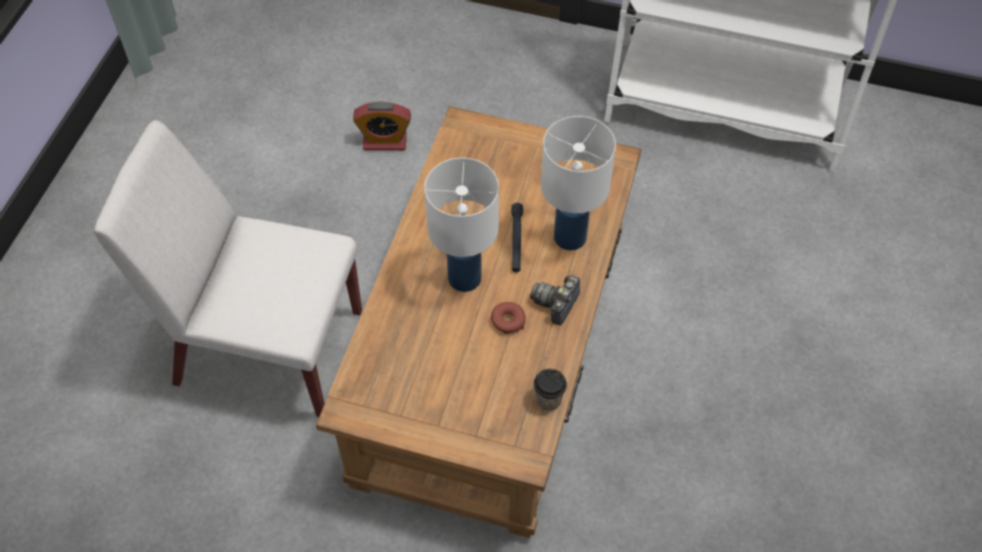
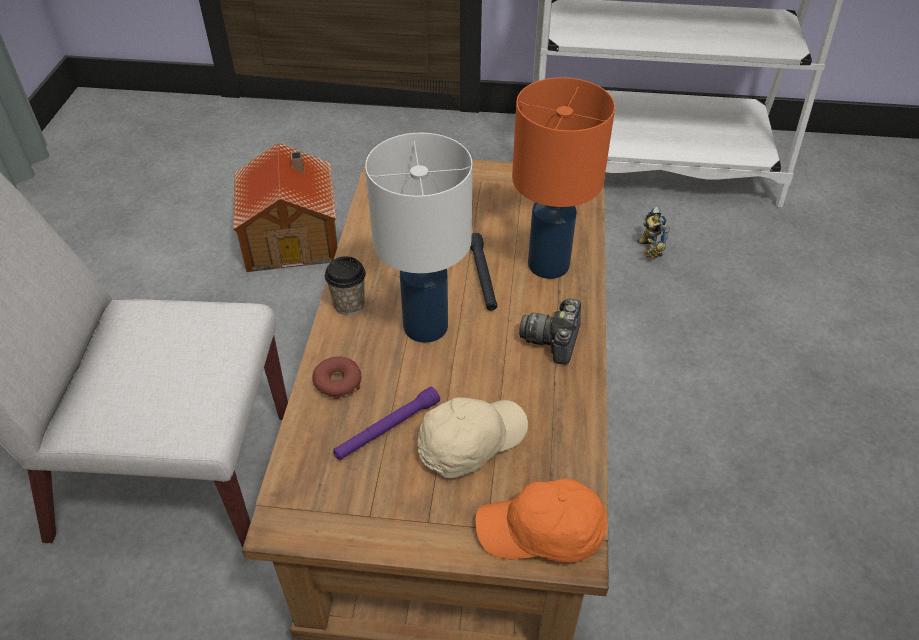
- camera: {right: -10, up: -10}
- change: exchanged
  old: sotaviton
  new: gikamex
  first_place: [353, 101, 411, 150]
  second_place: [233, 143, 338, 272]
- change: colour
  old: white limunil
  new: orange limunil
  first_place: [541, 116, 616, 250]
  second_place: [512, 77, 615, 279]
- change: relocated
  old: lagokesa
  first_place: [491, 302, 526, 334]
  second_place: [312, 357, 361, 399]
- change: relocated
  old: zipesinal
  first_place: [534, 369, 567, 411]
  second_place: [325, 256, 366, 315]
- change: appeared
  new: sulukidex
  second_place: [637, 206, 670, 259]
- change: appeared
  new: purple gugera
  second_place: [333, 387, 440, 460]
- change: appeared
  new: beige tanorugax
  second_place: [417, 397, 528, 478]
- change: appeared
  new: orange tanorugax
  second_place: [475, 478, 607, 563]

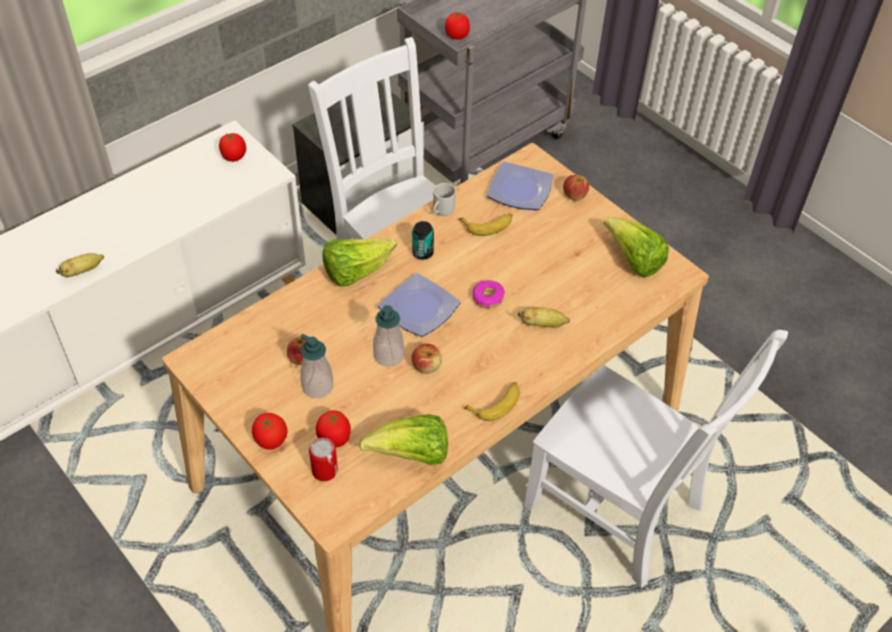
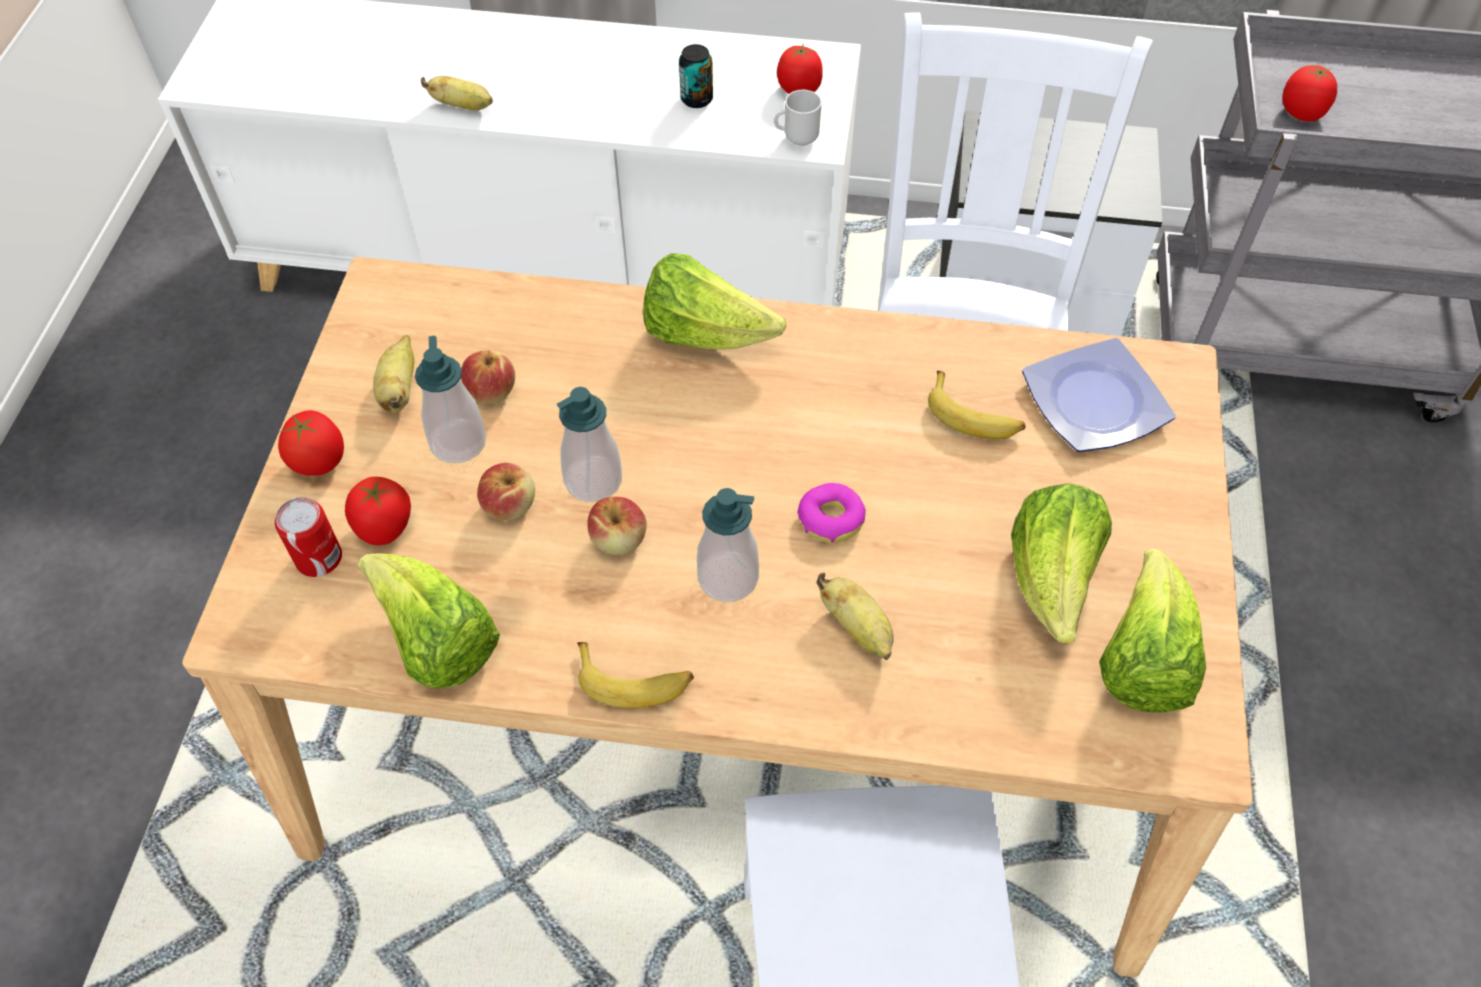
- camera: {right: 50, up: 5}
- change: relocated
  old: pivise
  first_place: [563, 175, 589, 201]
  second_place: [477, 463, 535, 521]
- change: relocated
  old: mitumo
  first_place: [433, 183, 456, 216]
  second_place: [774, 90, 822, 146]
- change: relocated
  old: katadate
  first_place: [412, 221, 434, 260]
  second_place: [679, 44, 713, 108]
- change: missing
  old: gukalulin
  first_place: [378, 273, 461, 337]
- change: appeared
  new: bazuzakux
  second_place: [373, 335, 414, 413]
- change: appeared
  new: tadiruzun
  second_place: [1011, 483, 1112, 643]
- change: appeared
  new: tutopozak
  second_place: [697, 488, 759, 602]

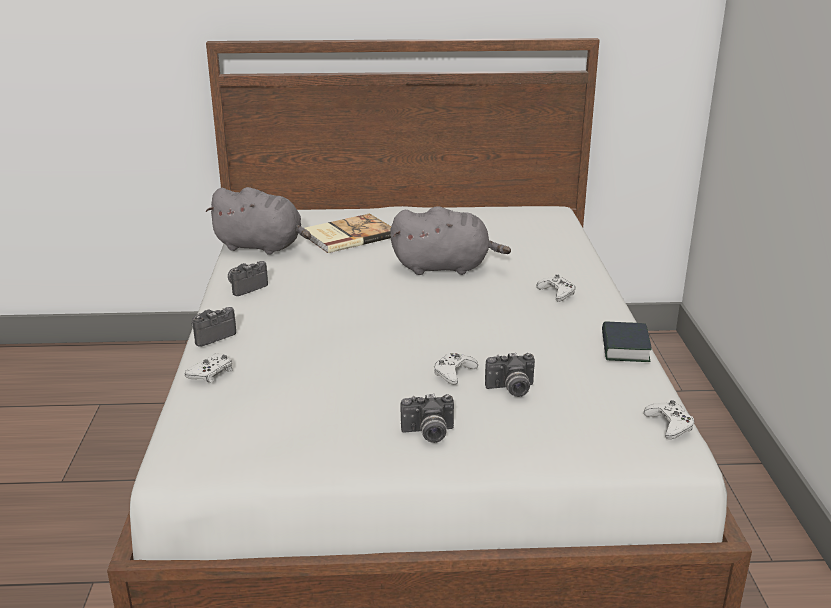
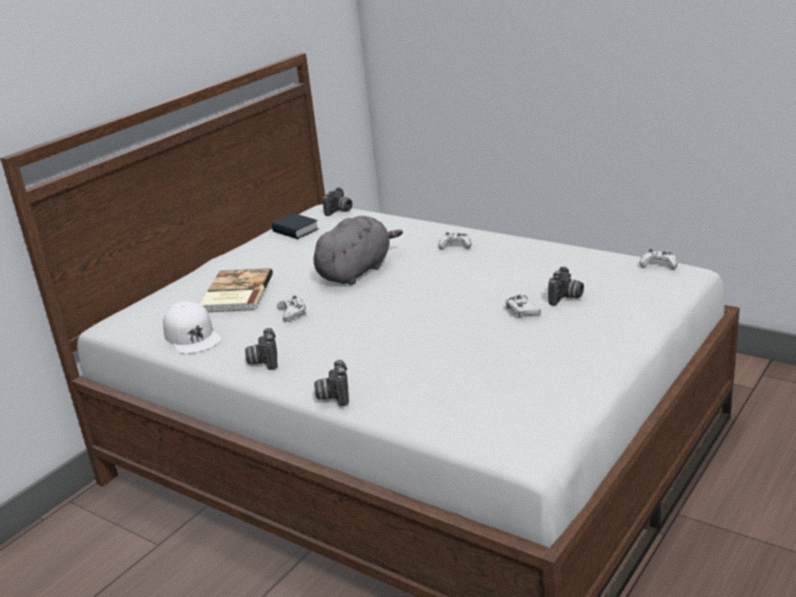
- camera: {right: -50, up: 0}
- change: exchanged
  old: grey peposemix
  new: white tanorugax
  first_place: [206, 187, 311, 255]
  second_place: [163, 301, 221, 354]
- change: relocated
  old: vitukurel
  first_place: [602, 321, 652, 362]
  second_place: [271, 213, 319, 239]
- change: relocated
  old: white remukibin
  first_place: [185, 353, 232, 382]
  second_place: [277, 295, 307, 322]
- change: relocated
  old: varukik
  first_place: [400, 394, 454, 443]
  second_place: [323, 187, 353, 216]

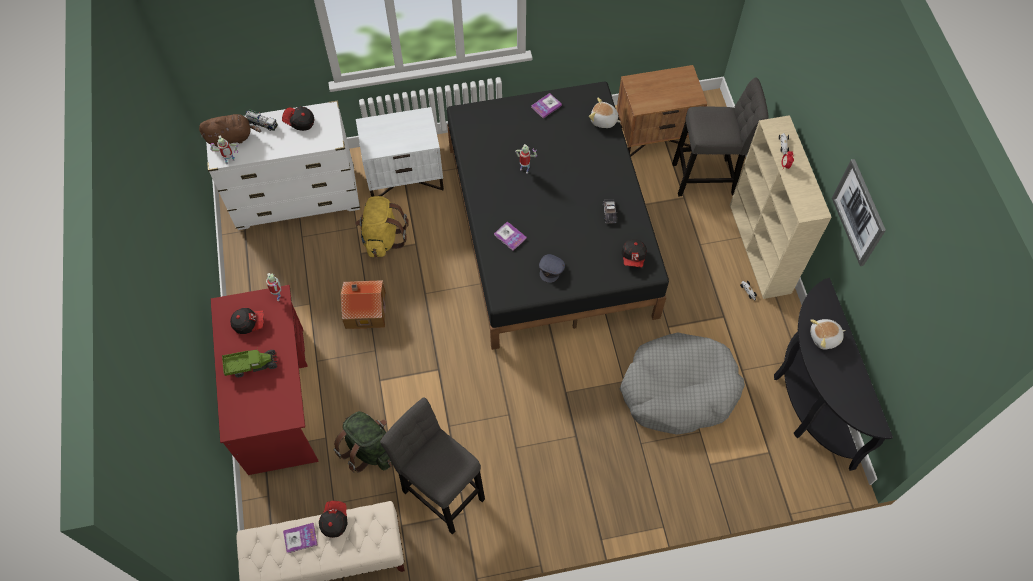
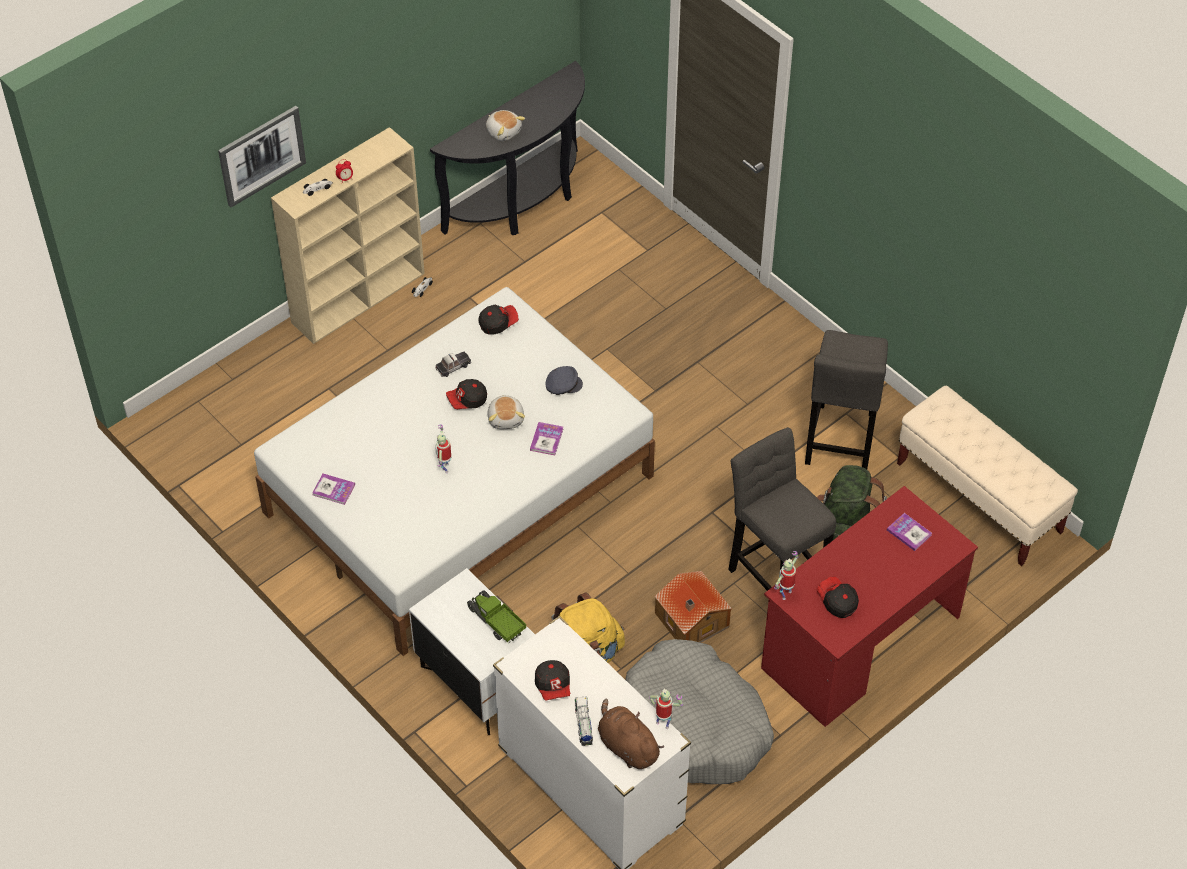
- camera: {right: -120, up: -10}
- change: missing
  old: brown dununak
  first_place: [617, 65, 707, 156]
- change: relocated
  old: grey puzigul
  first_place: [672, 78, 769, 196]
  second_place: [728, 427, 836, 591]
- change: colour
  old: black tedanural
  new: white tedanural
  first_place: [447, 81, 669, 350]
  second_place: [254, 287, 655, 656]
- change: relocated
  old: peposemix
  first_place: [589, 98, 621, 128]
  second_place: [488, 395, 525, 429]
- change: relocated
  old: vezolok
  first_place: [832, 159, 886, 266]
  second_place: [218, 106, 306, 208]
- change: relocated
  old: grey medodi
  first_place: [620, 332, 745, 435]
  second_place: [625, 639, 774, 784]
- change: relocated
  old: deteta
  first_place: [222, 350, 277, 377]
  second_place: [467, 590, 526, 643]
- change: relocated
  old: tanorugax
  first_place: [319, 501, 348, 538]
  second_place: [446, 379, 487, 409]
- change: relocated
  old: vitukurel
  first_place: [283, 523, 317, 553]
  second_place: [887, 513, 932, 551]

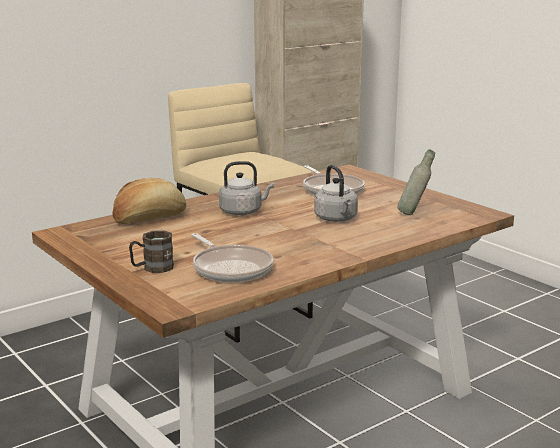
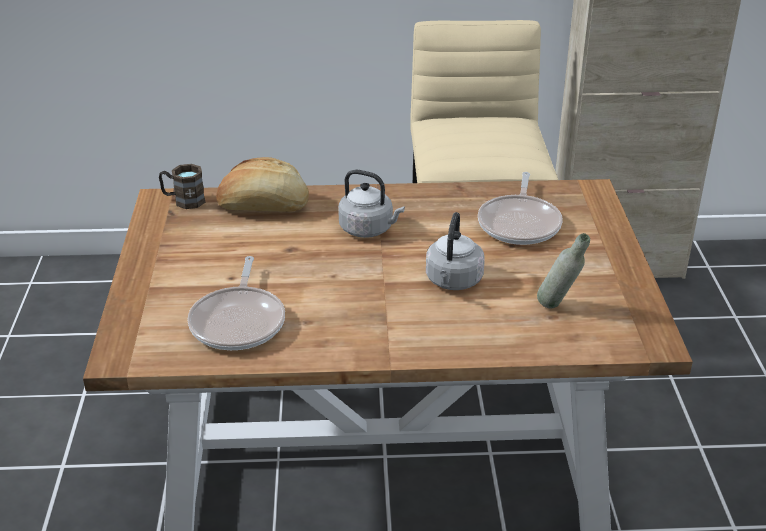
- camera: {right: 35, up: 15}
- change: relocated
  old: brown mitumo
  first_place: [129, 230, 174, 273]
  second_place: [159, 164, 206, 209]

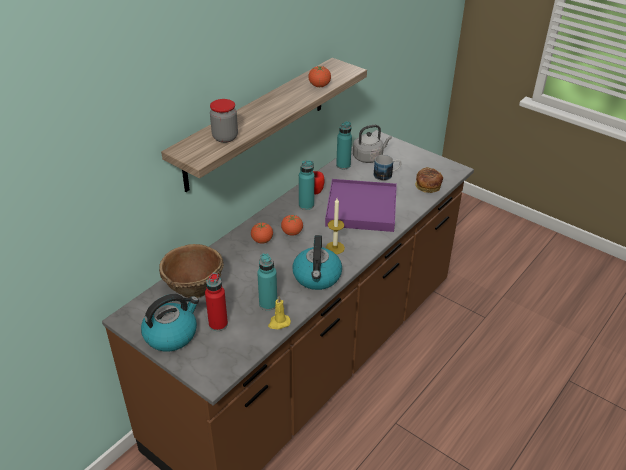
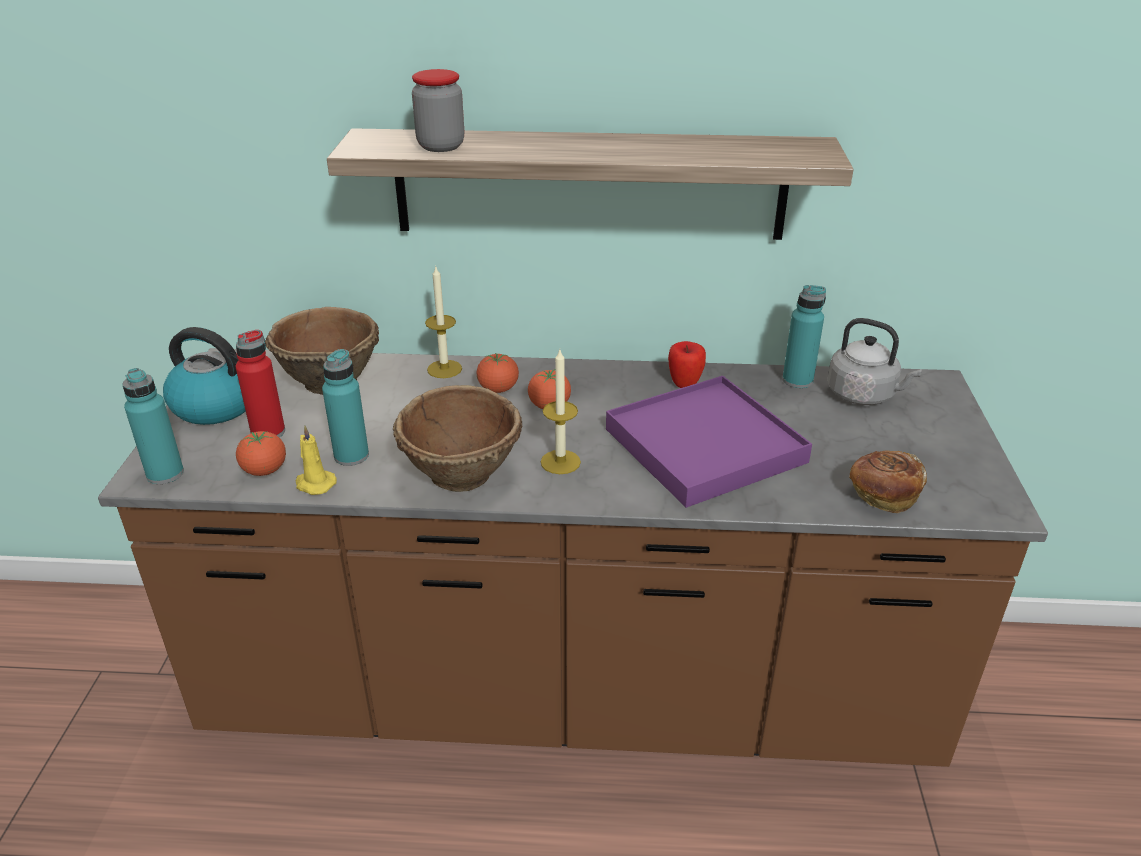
- camera: {right: 55, up: -5}
- change: relocated
  old: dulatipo
  first_place: [308, 66, 331, 87]
  second_place: [236, 431, 286, 476]
- change: missing
  old: mitumo
  first_place: [374, 155, 402, 181]
- change: relocated
  old: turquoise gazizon
  first_place: [299, 160, 315, 210]
  second_place: [122, 368, 184, 484]
- change: exchanged
  old: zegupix
  new: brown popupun
  first_place: [292, 235, 342, 290]
  second_place: [393, 385, 522, 492]
- change: appeared
  new: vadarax
  second_place: [425, 265, 462, 378]

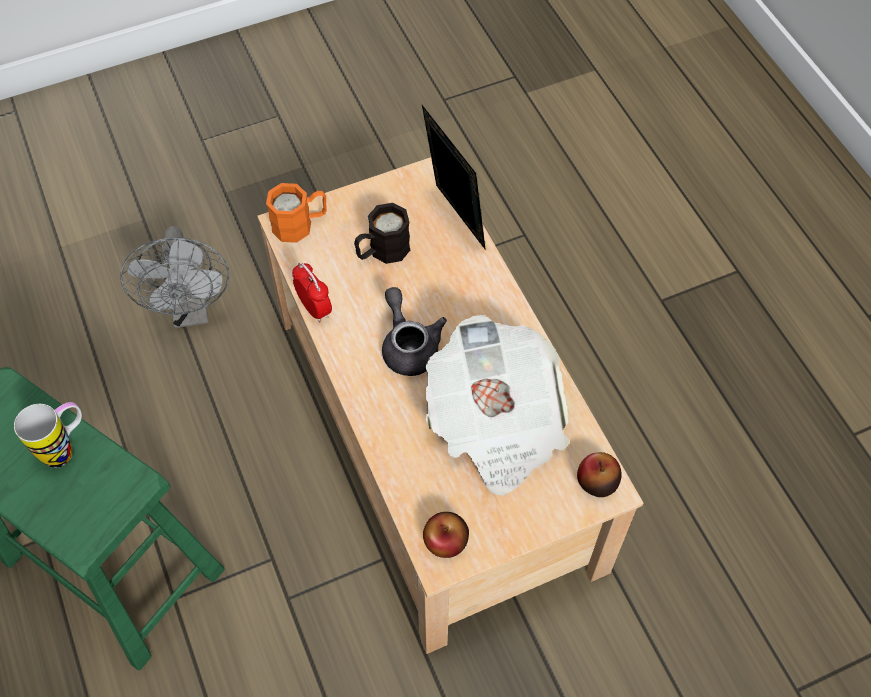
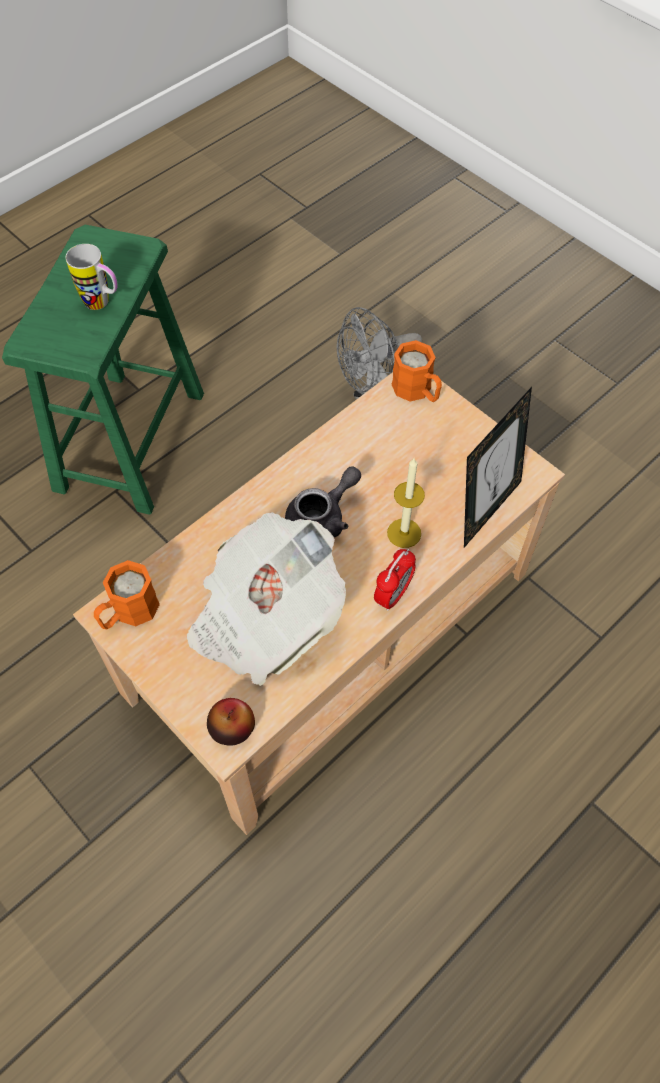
- camera: {right: 70, up: 0}
- change: missing
  old: black mitumo
  first_place: [354, 203, 410, 264]
- change: relocated
  old: sotaviton
  first_place: [292, 263, 332, 322]
  second_place: [374, 549, 416, 611]
- change: exchanged
  old: pivise
  new: orange mitumo
  first_place: [423, 512, 469, 558]
  second_place: [94, 560, 160, 629]
- change: appeared
  new: vadarax
  second_place: [387, 458, 425, 548]

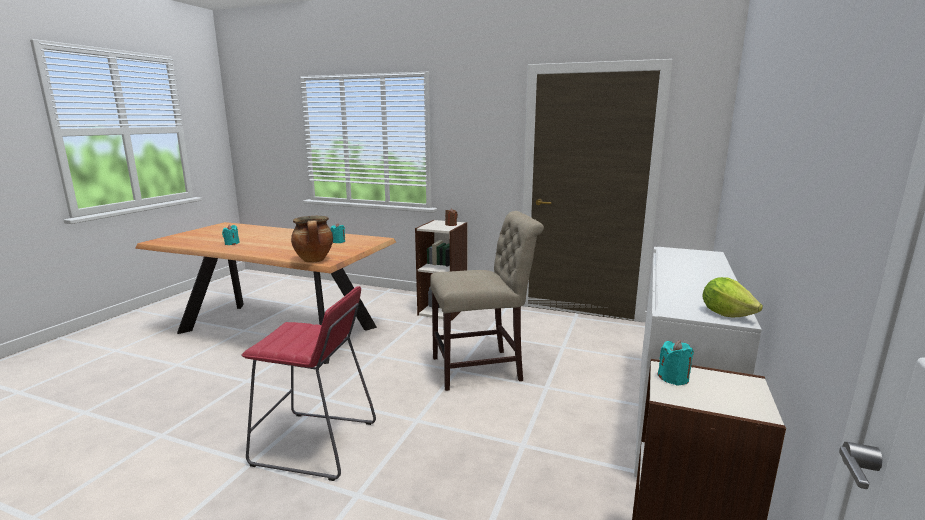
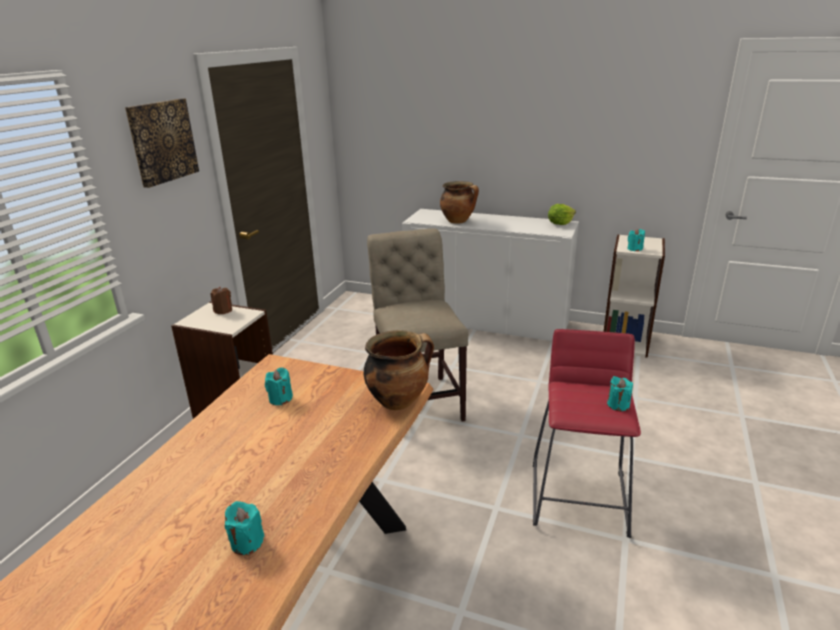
- camera: {right: -90, up: 10}
- change: appeared
  new: vezolok
  second_place: [125, 98, 199, 188]
- change: appeared
  new: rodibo
  second_place: [440, 181, 479, 224]
- change: appeared
  new: turquoise vadarax
  second_place: [607, 376, 633, 411]

